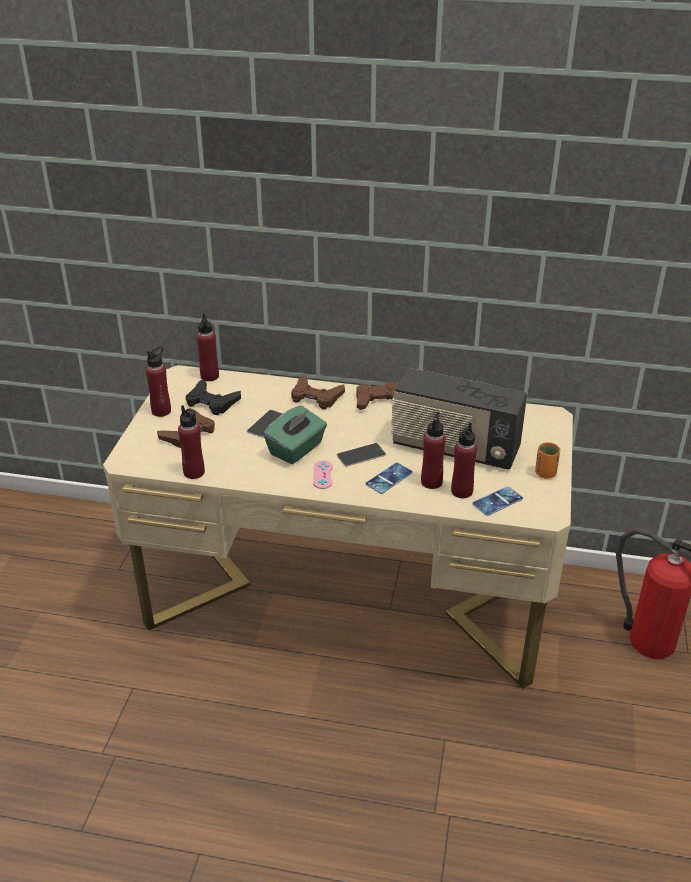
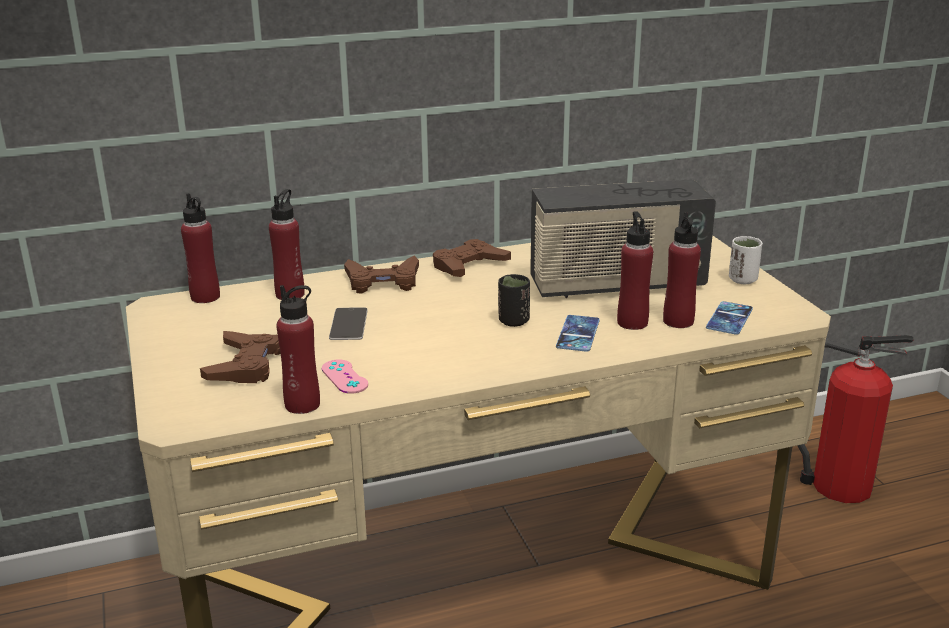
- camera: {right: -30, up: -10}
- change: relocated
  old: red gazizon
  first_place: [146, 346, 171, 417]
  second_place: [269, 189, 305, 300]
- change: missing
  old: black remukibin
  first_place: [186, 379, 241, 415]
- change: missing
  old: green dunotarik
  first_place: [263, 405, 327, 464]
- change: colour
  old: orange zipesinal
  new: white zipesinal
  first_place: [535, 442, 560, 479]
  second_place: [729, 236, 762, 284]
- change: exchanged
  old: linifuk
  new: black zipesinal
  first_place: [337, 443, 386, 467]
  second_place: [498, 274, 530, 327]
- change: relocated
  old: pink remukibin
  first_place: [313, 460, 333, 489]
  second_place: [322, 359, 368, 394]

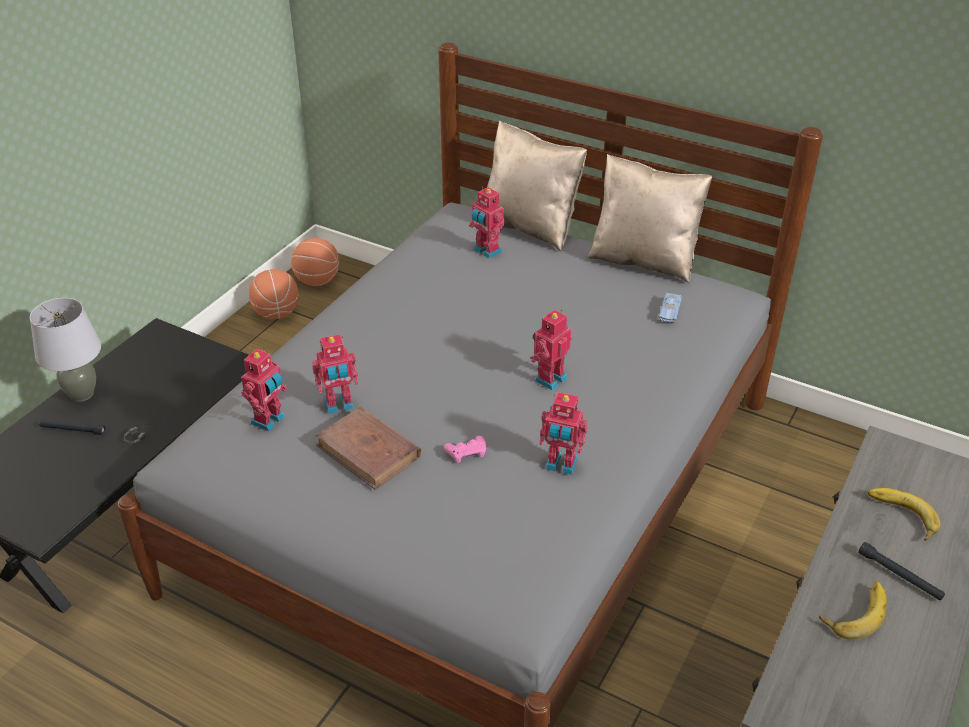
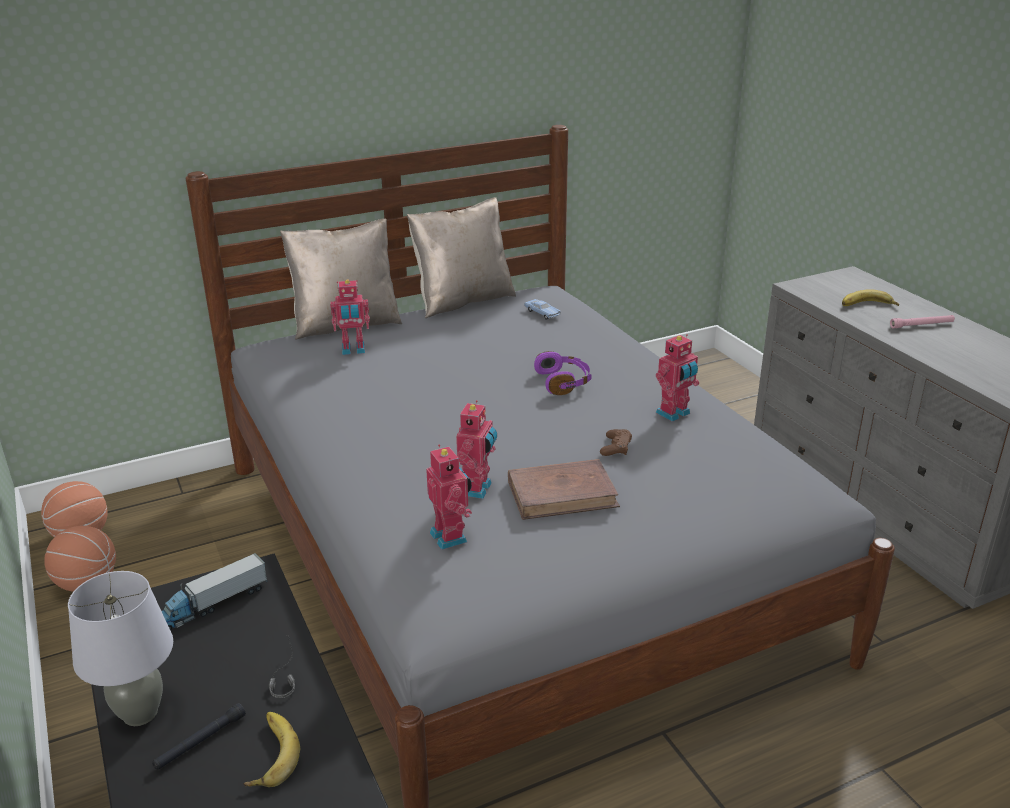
- camera: {right: -55, up: -10}
- change: exchanged
  old: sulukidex
  new: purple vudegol
  first_place: [530, 310, 572, 390]
  second_place: [534, 351, 591, 395]
- change: colour
  old: pink remukibin
  new: brown remukibin
  first_place: [444, 436, 486, 463]
  second_place: [600, 429, 632, 456]
- change: colour
  old: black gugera
  new: pink gugera
  first_place: [858, 542, 945, 600]
  second_place: [890, 315, 955, 328]
- change: relocated
  old: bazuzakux
  first_place: [819, 581, 887, 639]
  second_place: [243, 712, 300, 787]
- change: appeared
  new: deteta
  second_place: [162, 553, 268, 631]

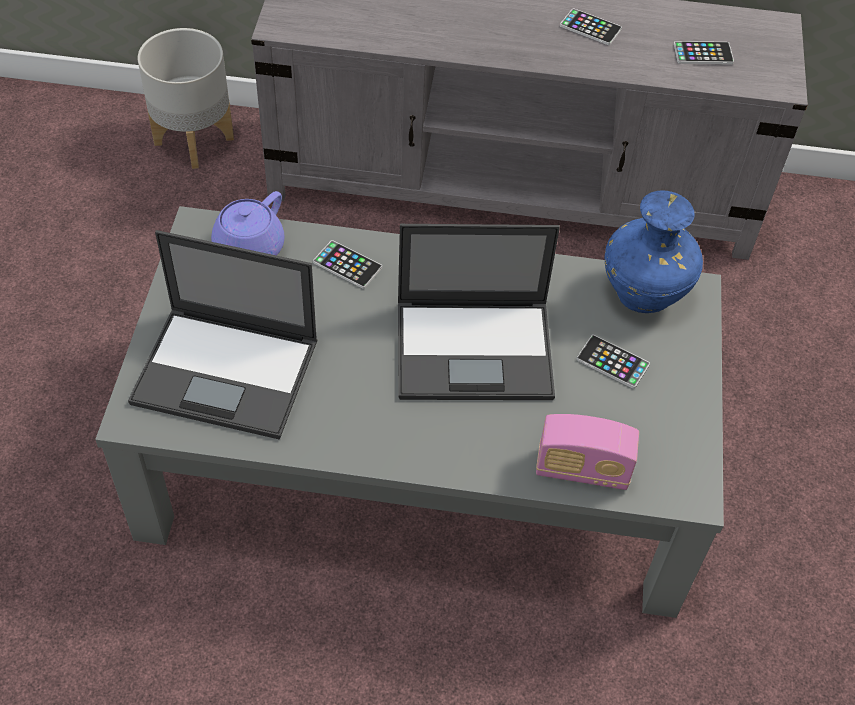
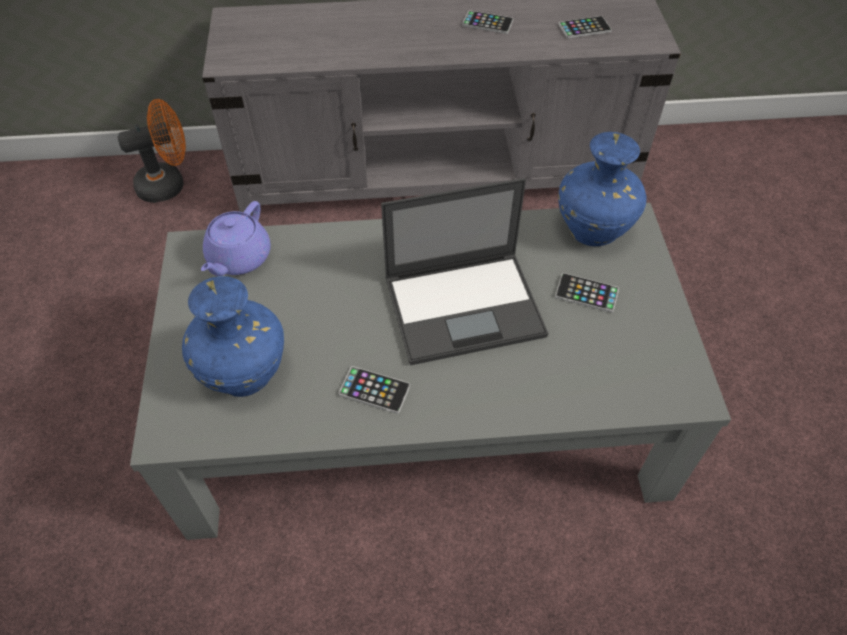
- camera: {right: -10, up: 0}
- change: exchanged
  old: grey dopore
  new: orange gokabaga
  first_place: [138, 28, 234, 169]
  second_place: [117, 99, 186, 203]
- change: exchanged
  old: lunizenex
  new: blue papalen
  first_place: [128, 230, 318, 439]
  second_place: [182, 276, 284, 397]
- change: relocated
  old: linifuk
  first_place: [313, 240, 382, 289]
  second_place: [339, 366, 410, 414]
- change: missing
  old: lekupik
  first_place: [536, 414, 639, 490]

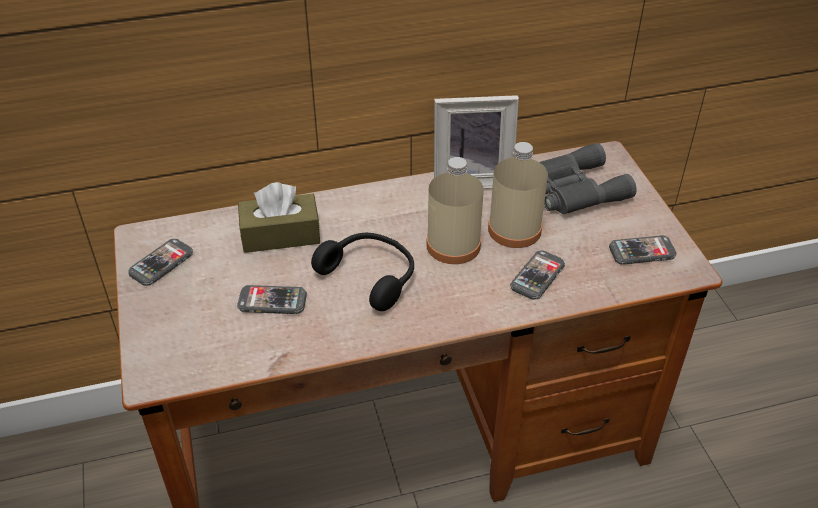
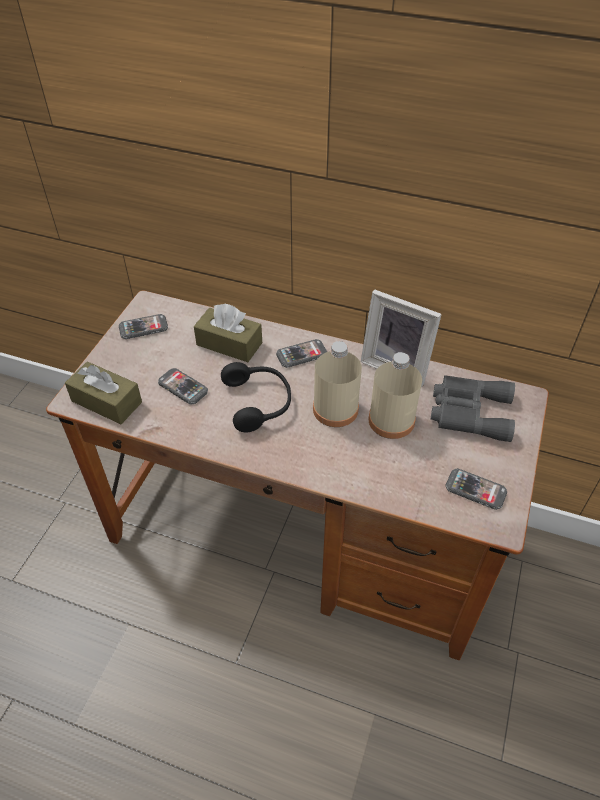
- camera: {right: 35, up: 5}
- change: relocated
  old: linifuk
  first_place: [510, 250, 565, 300]
  second_place: [276, 339, 327, 368]
- change: appeared
  new: brown dunotarik
  second_place: [65, 362, 142, 424]

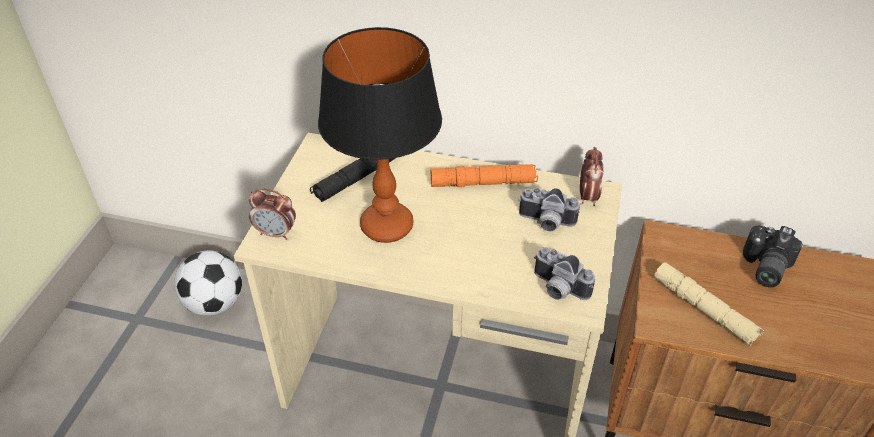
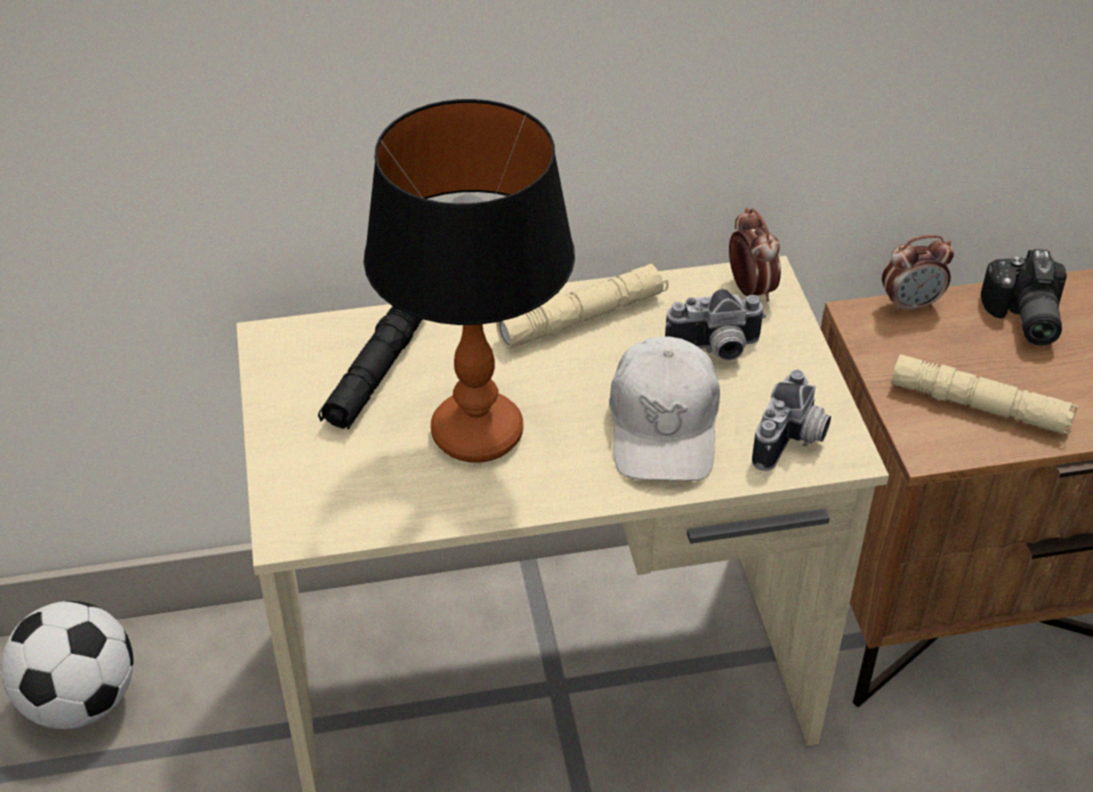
- camera: {right: -25, up: 0}
- change: colour
  old: orange gugera
  new: beige gugera
  first_place: [431, 164, 538, 187]
  second_place: [496, 264, 668, 349]
- change: relocated
  old: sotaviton
  first_place: [249, 188, 296, 240]
  second_place: [882, 235, 954, 314]
- change: spun
  old: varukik
  first_place: [534, 247, 595, 300]
  second_place: [752, 370, 831, 471]
  degrees: -75
- change: appeared
  new: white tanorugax
  second_place: [609, 336, 720, 481]

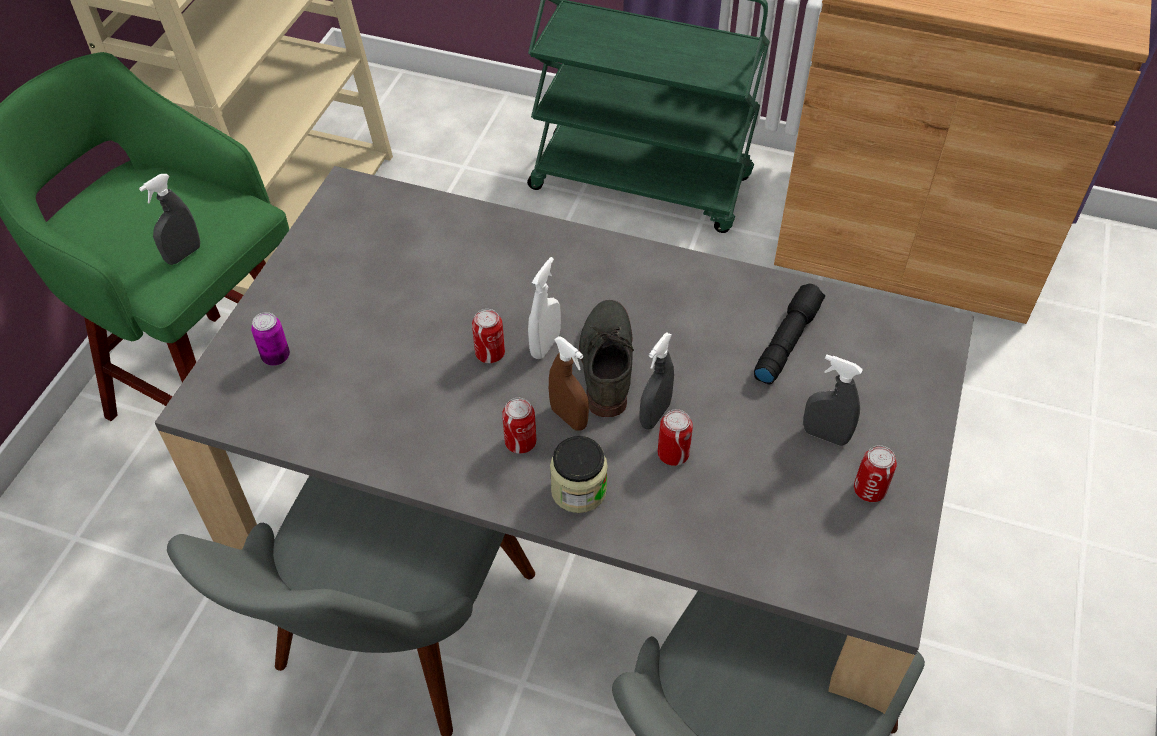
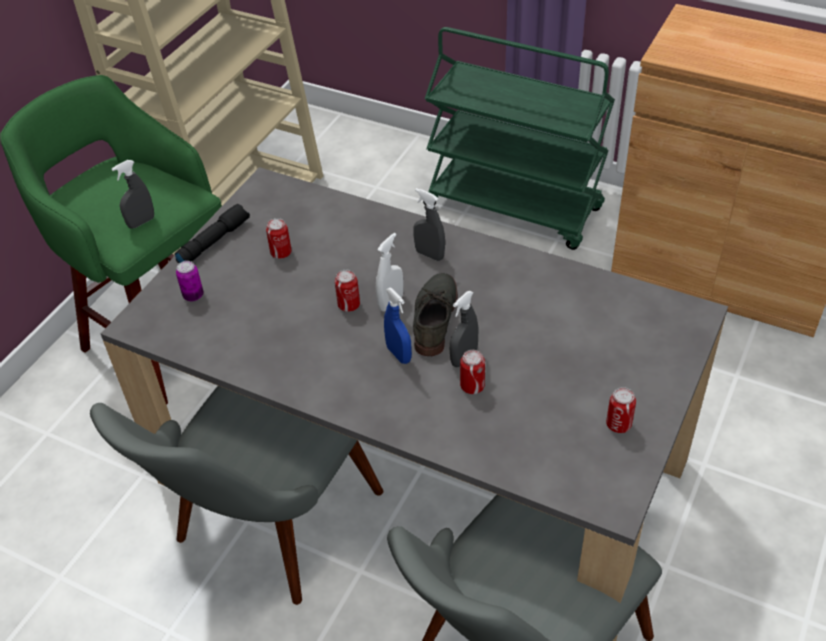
- camera: {right: 10, up: -5}
- change: relocated
  old: black gugera
  first_place: [754, 283, 825, 385]
  second_place: [174, 204, 250, 263]
- change: colour
  old: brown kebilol
  new: blue kebilol
  first_place: [549, 336, 589, 431]
  second_place: [384, 288, 412, 364]
- change: relocated
  old: grey kebilol
  first_place: [803, 354, 863, 446]
  second_place: [413, 188, 445, 261]
- change: relocated
  old: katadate
  first_place: [502, 398, 536, 454]
  second_place: [266, 218, 291, 259]
- change: missing
  old: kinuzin
  first_place: [550, 436, 608, 513]

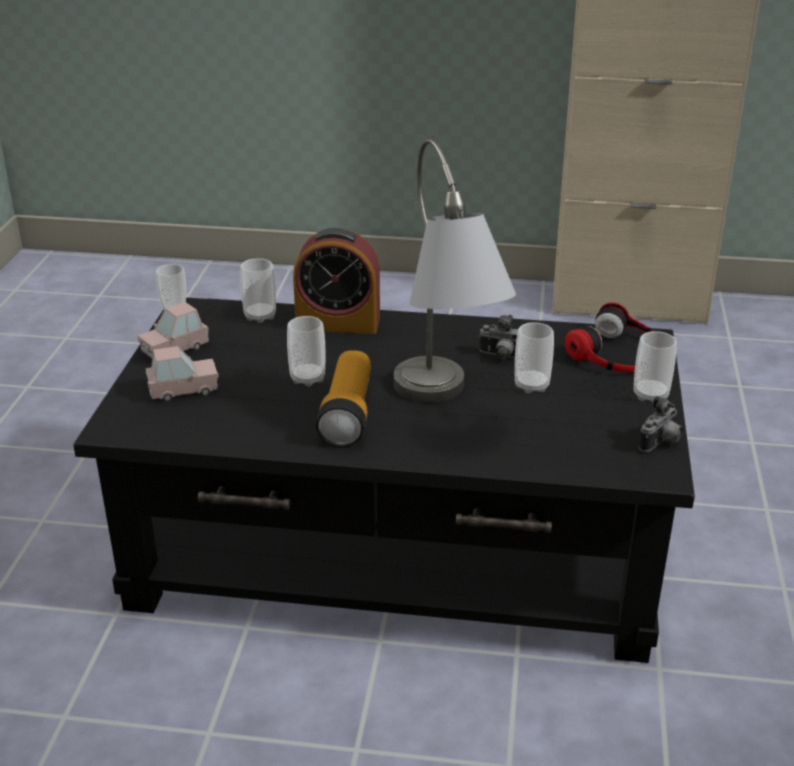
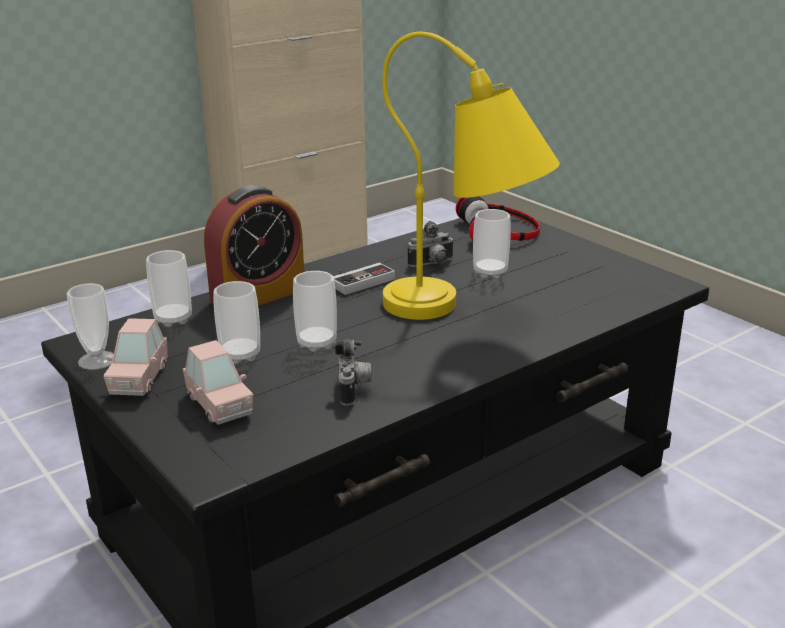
- camera: {right: -45, up: -5}
- change: colour
  old: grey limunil
  new: yellow limunil
  first_place: [394, 139, 516, 403]
  second_place: [382, 32, 560, 320]
- change: relocated
  old: zipesinal
  first_place: [634, 331, 677, 403]
  second_place: [214, 281, 260, 364]
- change: spun
  old: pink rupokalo
  first_place: [146, 346, 219, 402]
  second_place: [183, 340, 253, 425]
  degrees: 120
- change: missing
  old: gugera
  first_place: [316, 350, 371, 447]
- change: relocated
  old: varukik
  first_place: [638, 396, 683, 452]
  second_place: [334, 339, 372, 406]
- change: appeared
  new: remukibin
  second_place: [333, 263, 395, 295]

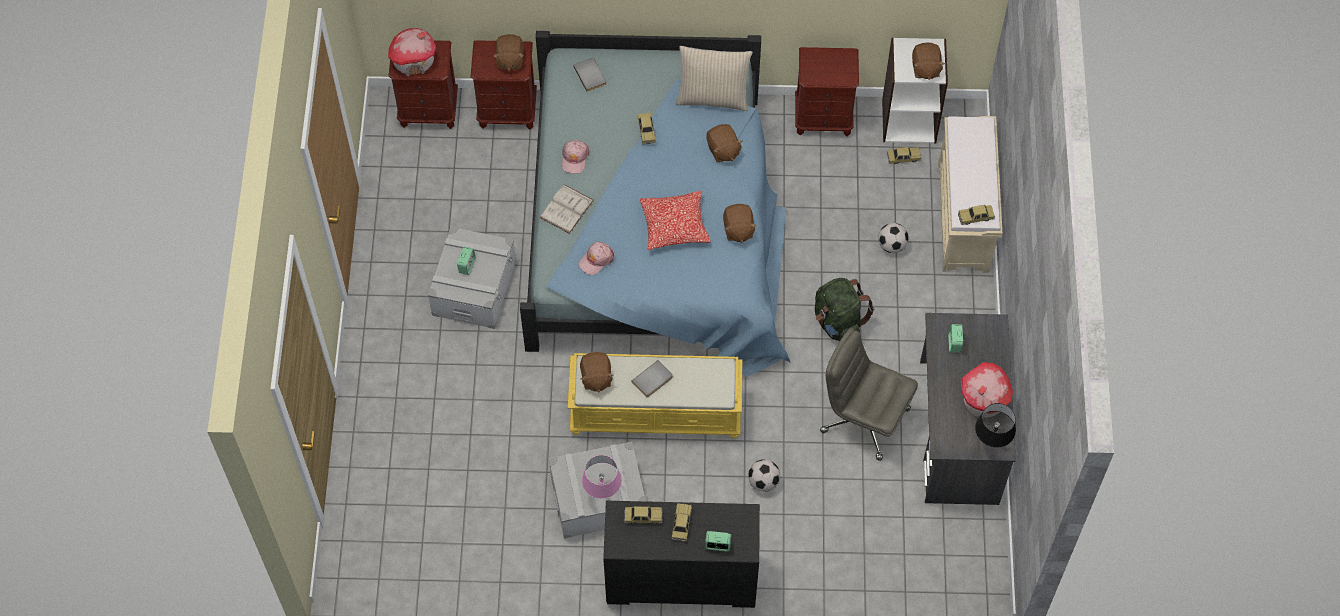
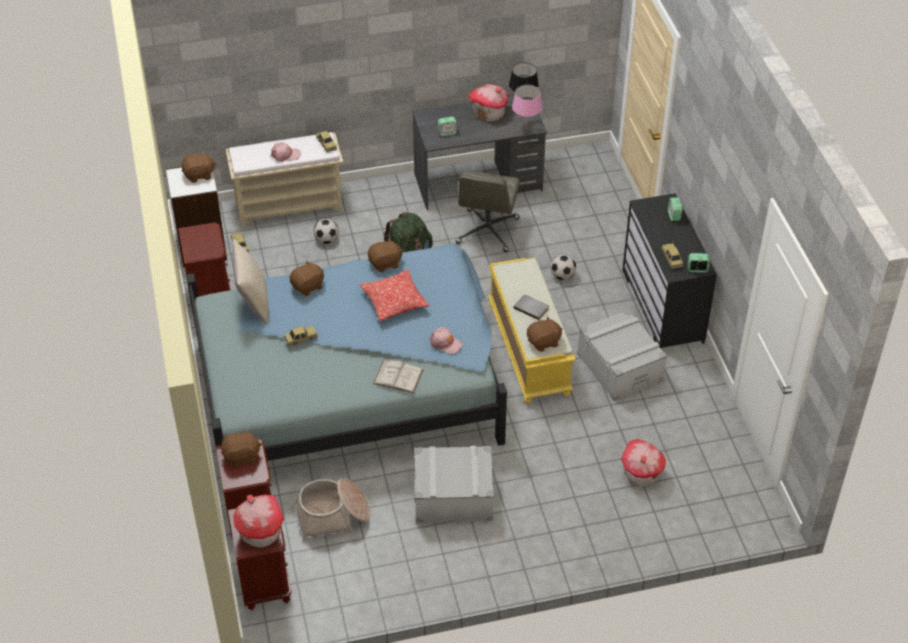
- camera: {right: -105, up: -15}
- change: missing
  old: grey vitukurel
  first_place: [573, 58, 606, 92]
- change: relocated
  old: pink tanorugax
  first_place: [562, 140, 589, 174]
  second_place: [271, 142, 301, 162]
- change: relocated
  old: sotaviton
  first_place: [457, 247, 476, 275]
  second_place: [688, 253, 710, 273]
- change: relocated
  old: pink limunil
  first_place: [582, 455, 622, 499]
  second_place: [512, 85, 542, 128]
- change: missing
  old: rupokalo
  first_place: [672, 503, 692, 542]
- change: appeared
  new: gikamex
  second_place: [621, 439, 666, 487]
- change: appeared
  new: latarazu
  second_place: [295, 478, 370, 542]

